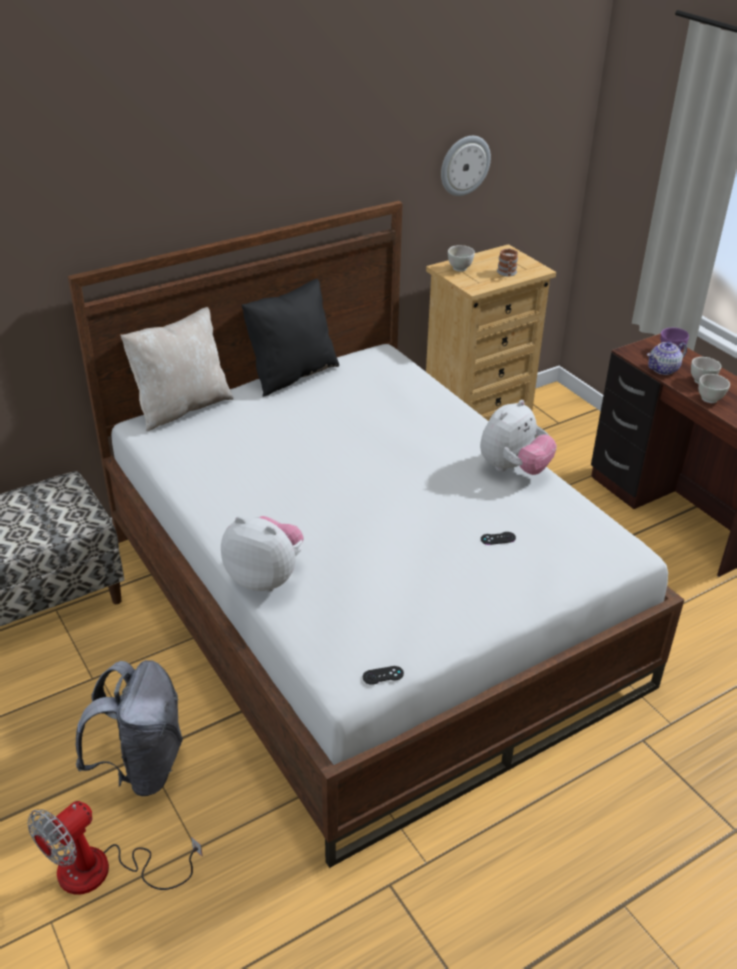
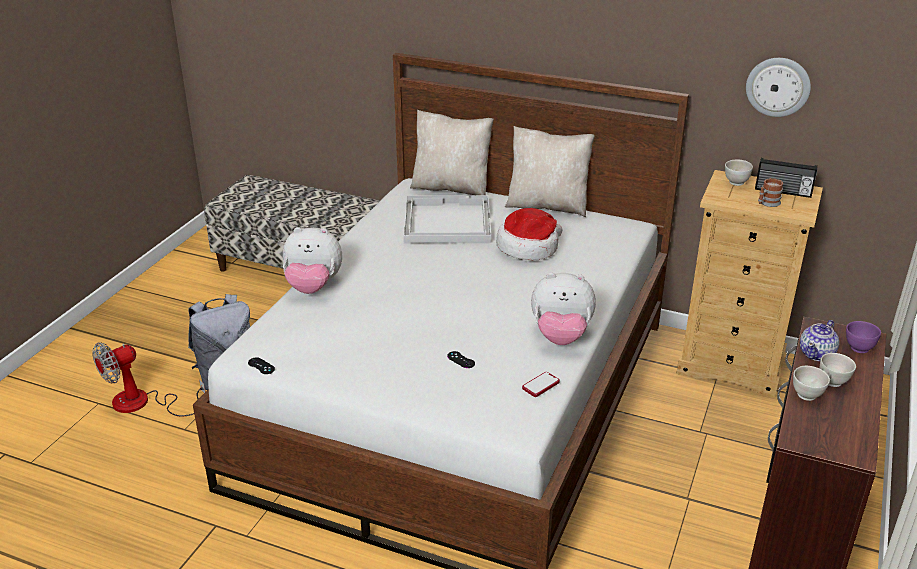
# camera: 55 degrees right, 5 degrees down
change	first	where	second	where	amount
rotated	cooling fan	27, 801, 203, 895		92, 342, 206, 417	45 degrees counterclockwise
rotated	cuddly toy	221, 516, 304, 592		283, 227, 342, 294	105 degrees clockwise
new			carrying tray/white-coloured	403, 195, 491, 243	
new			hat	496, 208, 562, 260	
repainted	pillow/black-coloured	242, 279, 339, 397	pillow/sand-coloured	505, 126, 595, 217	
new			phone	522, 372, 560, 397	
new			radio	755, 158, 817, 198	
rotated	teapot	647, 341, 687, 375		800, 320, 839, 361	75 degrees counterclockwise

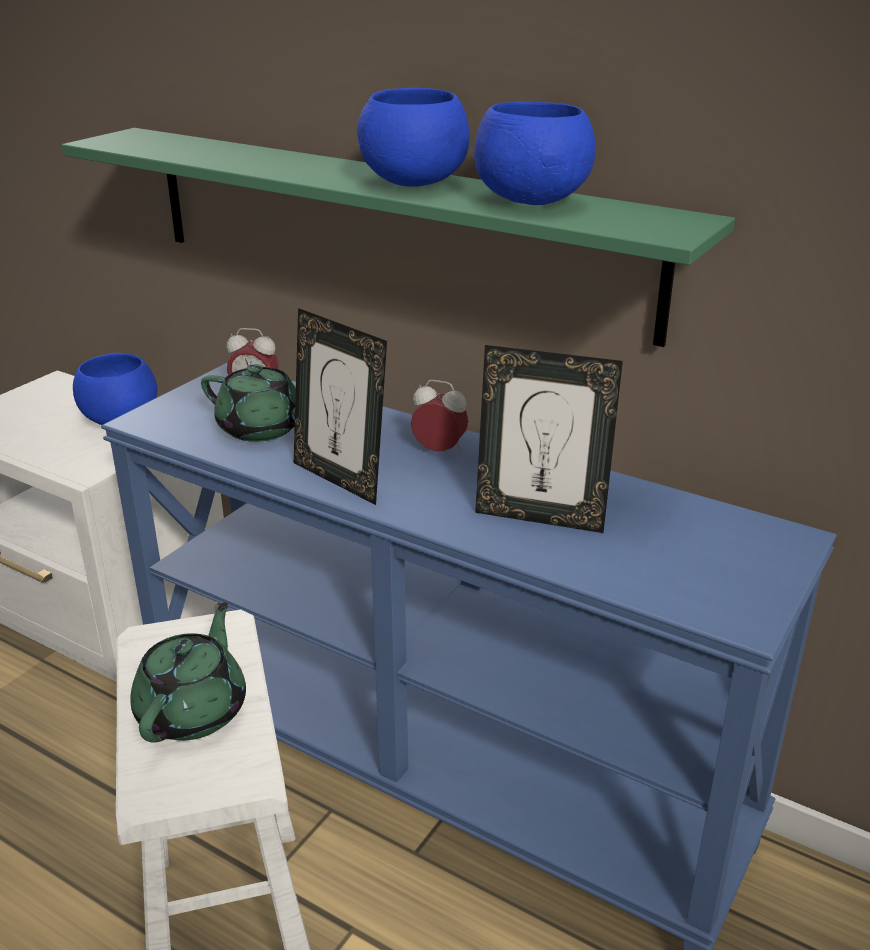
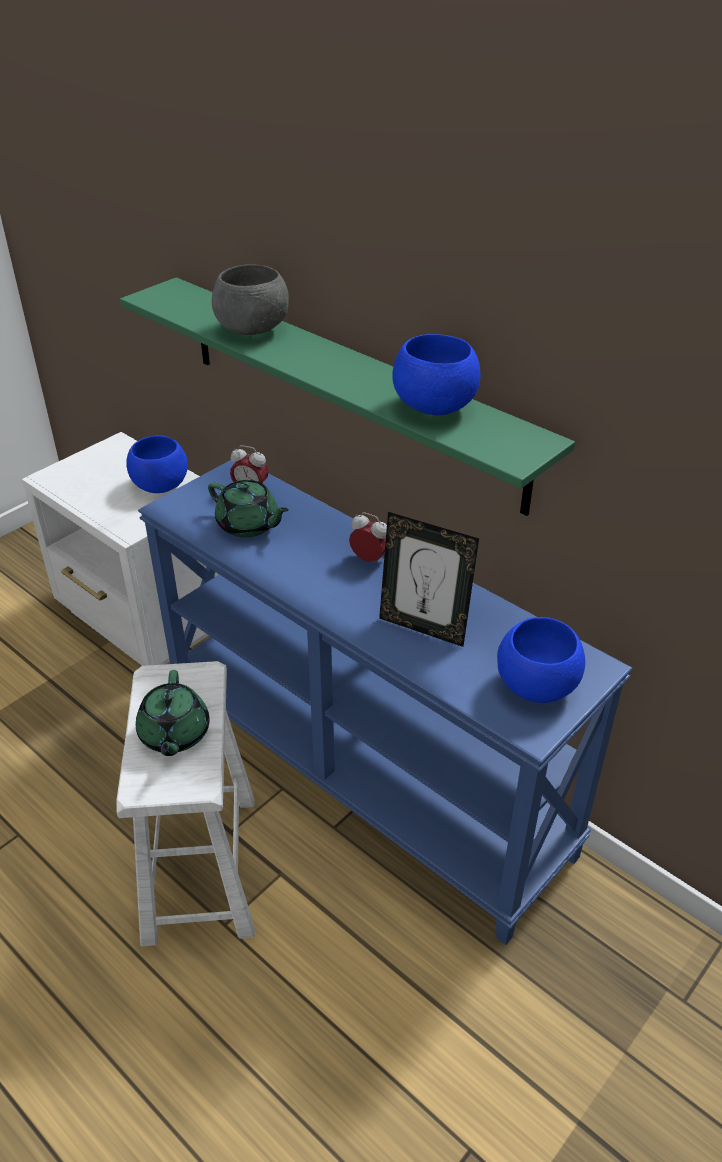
# camera: 10 degrees right, 10 degrees up
change	first	where	second	where	amount
rotated	teapot/green	130, 602, 246, 743		136, 670, 209, 756	150 degrees clockwise
new			serving bowl/gray	212, 264, 289, 335	
shifted	serving bowl/blue	357, 88, 470, 187		497, 617, 585, 703	
gone	photo frame	294, 308, 387, 505			

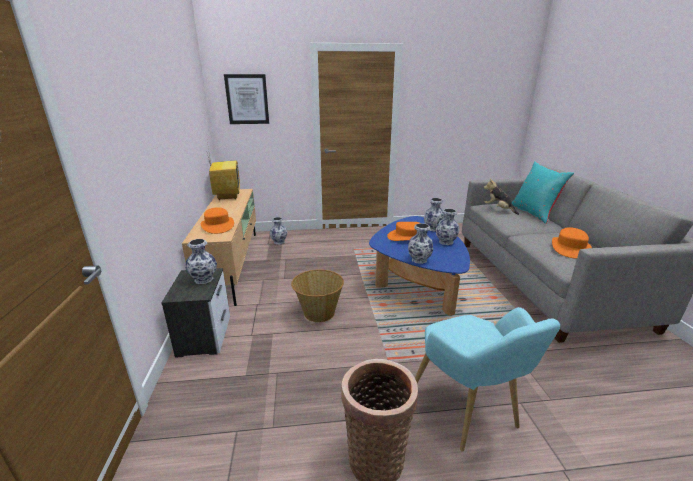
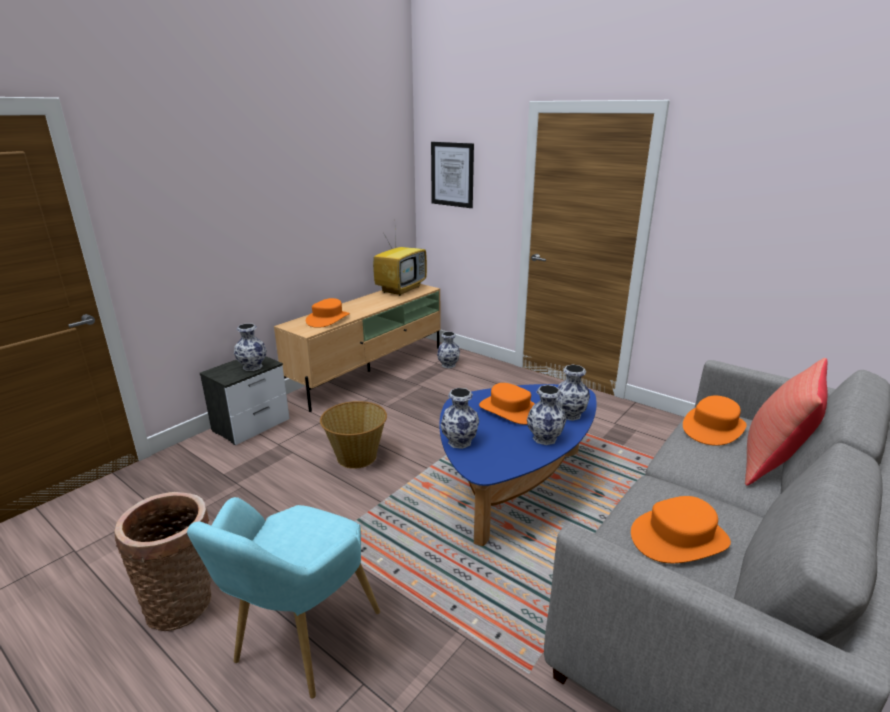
# camera: 45 degrees right, 0 degrees up
change	first	where	second	where	amount
swapped	cuddly toy	484, 179, 519, 215	hat/orange-coloured	683, 396, 747, 446	
repainted	pillow/turquoise-coloured	512, 161, 574, 224	pillow/red-coloured	745, 358, 828, 485	

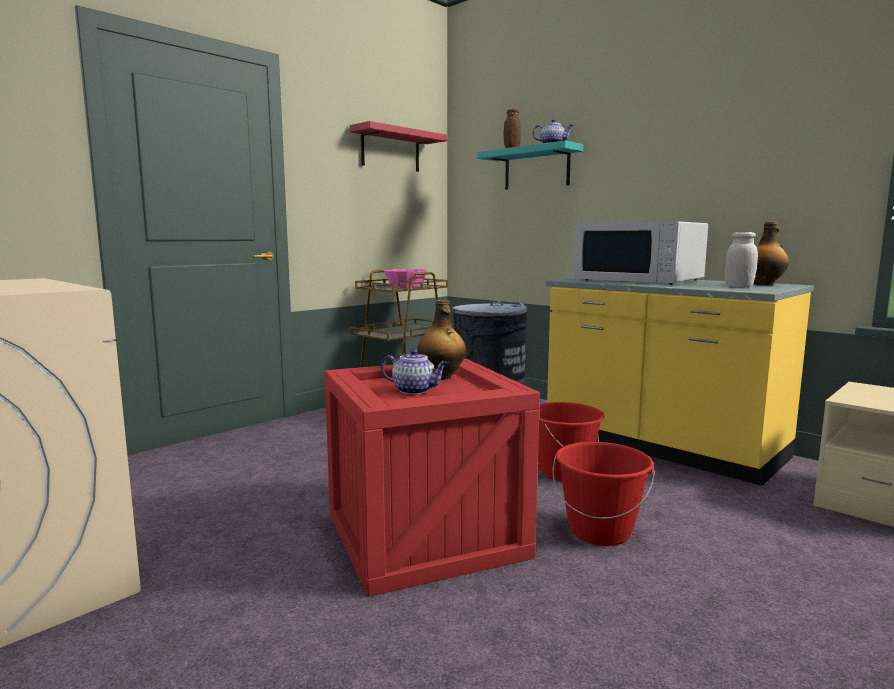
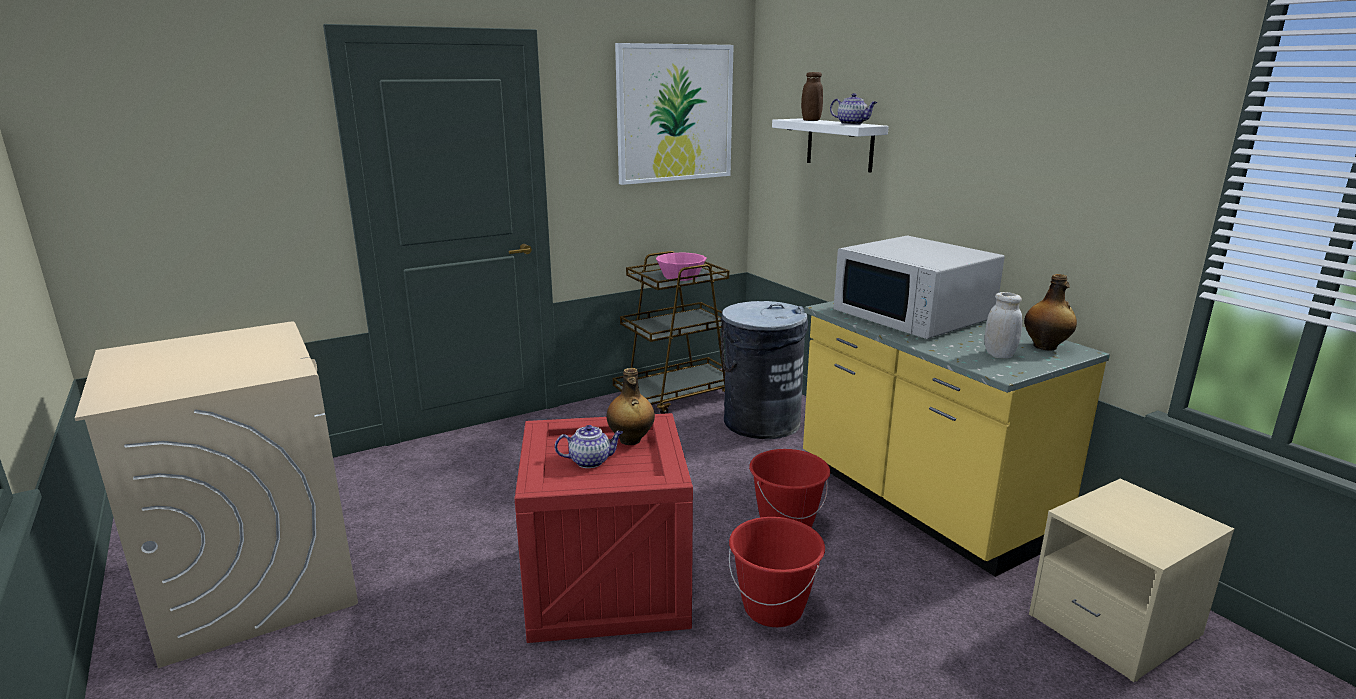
# camera: 15 degrees right, 10 degrees up
change	first	where	second	where	amount
rotated	teapot	381, 349, 448, 394		555, 425, 623, 468	45 degrees counterclockwise
swapped	bracket shelf/red-coloured	350, 121, 447, 172	wall art	615, 43, 734, 185	
repainted	bracket shelf/turquoise-coloured	477, 141, 583, 190	bracket shelf/white-coloured	772, 118, 889, 172	

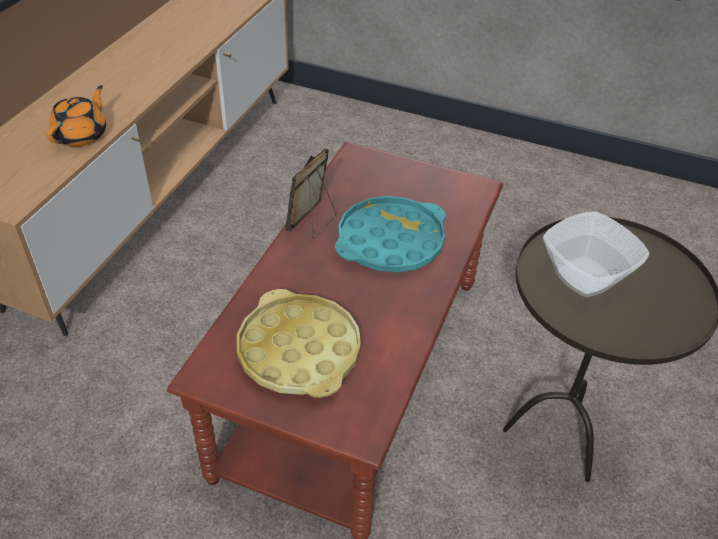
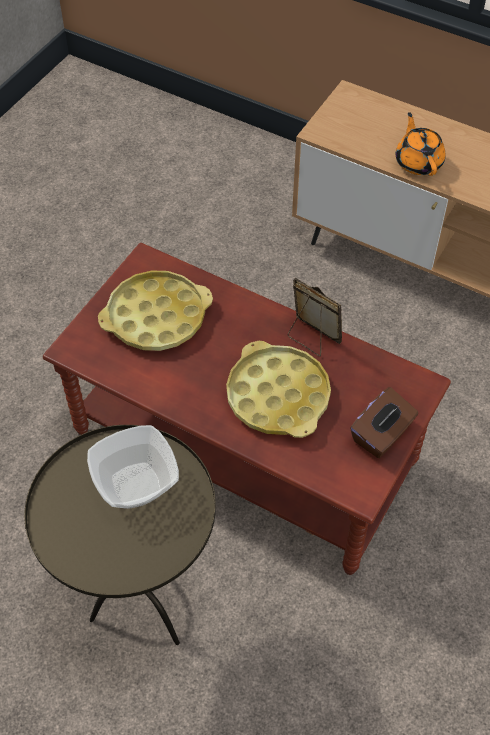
# camera: 100 degrees right, 10 degrees up
change	first	where	second	where	amount
repainted	carrying tray/turquoise-coloured	335, 196, 446, 273	carrying tray/yellow	226, 341, 331, 438	
new			tissue holder/brownish	350, 387, 418, 458	
rotated	teapot/orange-coloured	46, 85, 106, 147		396, 112, 446, 176	135 degrees counterclockwise

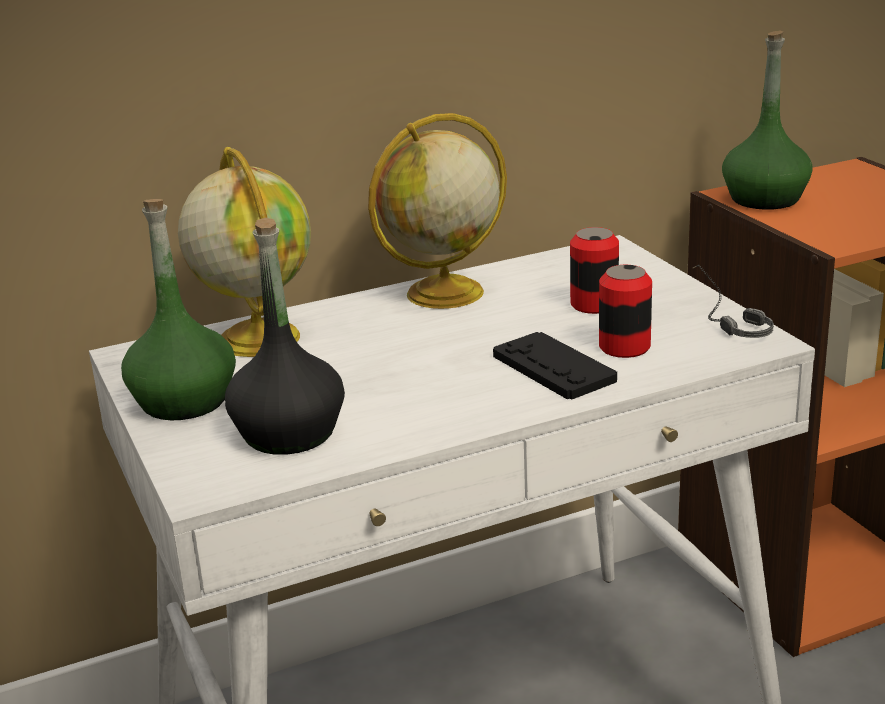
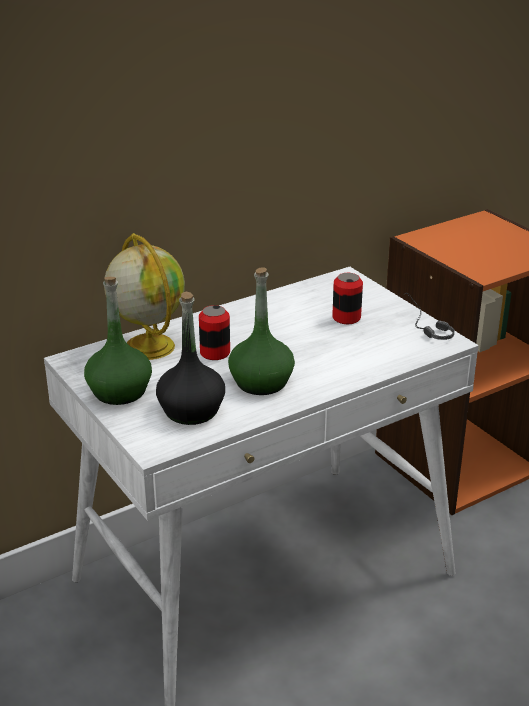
# camera: 10 degrees left, 5 degrees up
change	first	where	second	where	amount
shifted	can	599, 265, 652, 358		199, 305, 230, 360	
shifted	beverage bottle/green	722, 31, 813, 210		228, 267, 295, 395	
gone	globe	368, 113, 507, 309			
gone	game controller/black-coloured	493, 332, 617, 399			

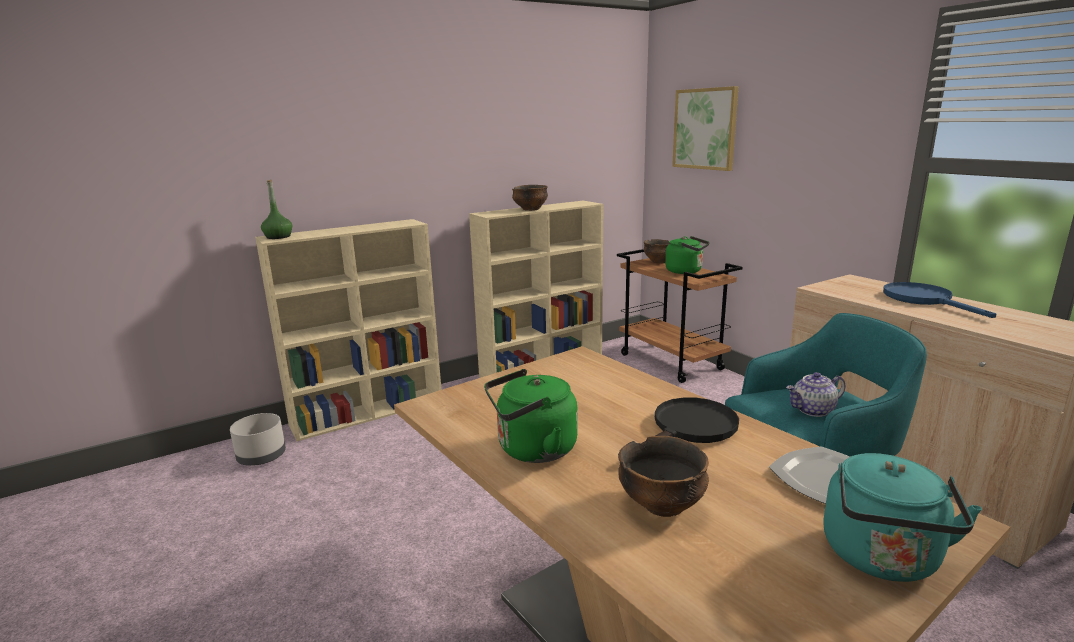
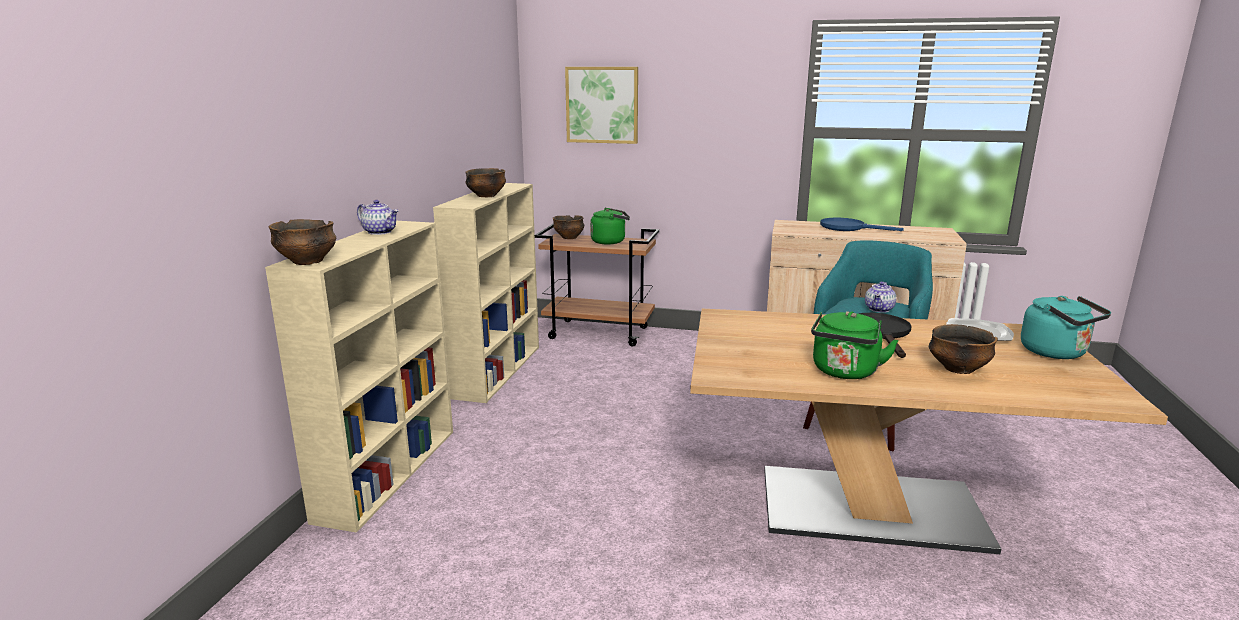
# camera: 45 degrees left, 0 degrees up
change	first	where	second	where	amount
swapped	beverage bottle/green	261, 180, 292, 239	serving bowl	268, 219, 336, 265	
new			teapot	357, 200, 399, 235	
gone	flower pot/gray	230, 413, 286, 466			

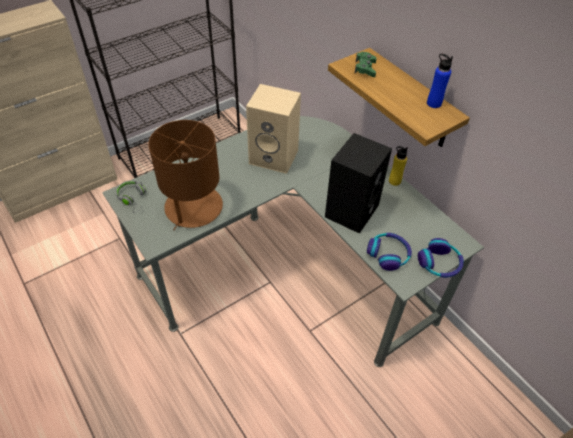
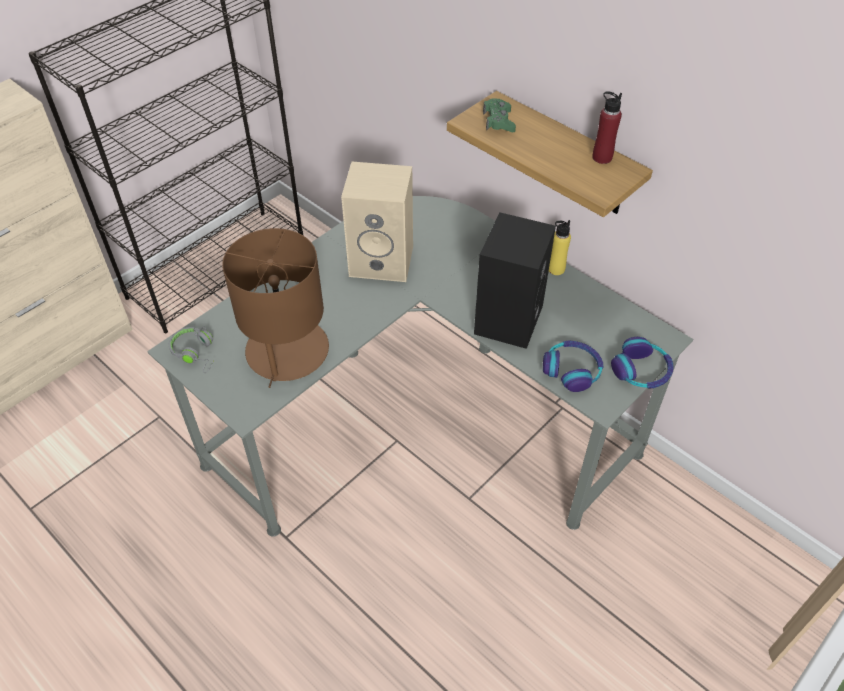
# camera: 10 degrees left, 0 degrees up
change	first	where	second	where	amount
repainted	beverage bottle/blue	427, 54, 453, 108	beverage bottle/red-coloured	592, 91, 622, 164	

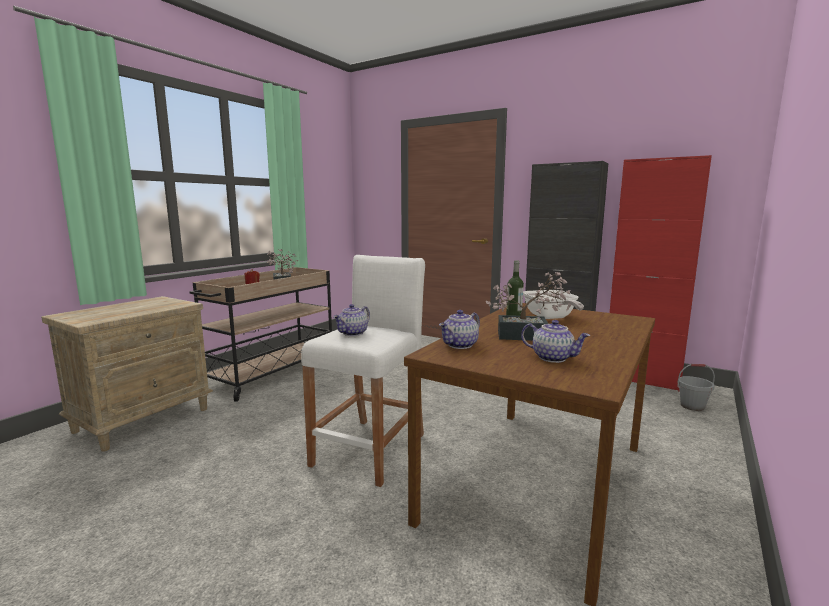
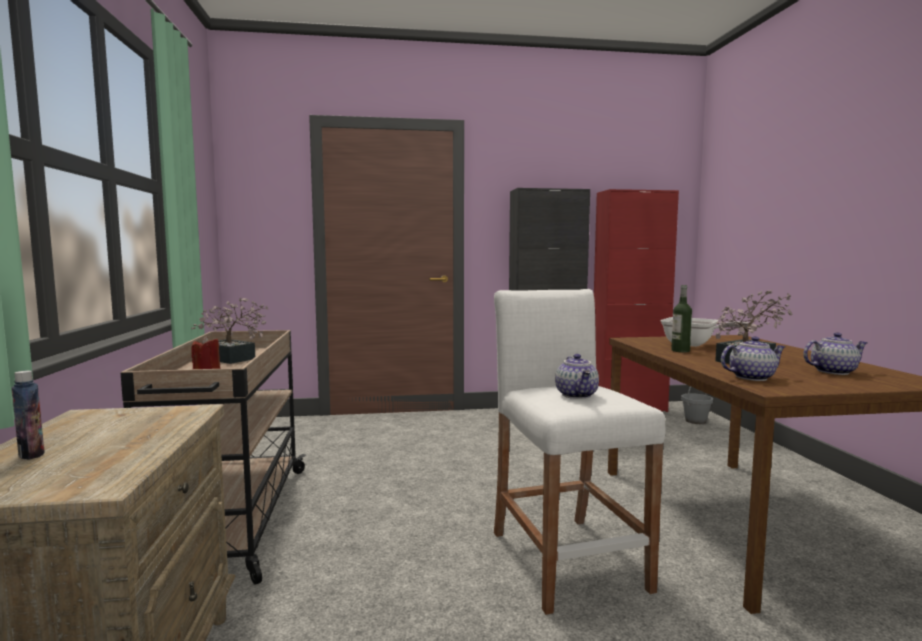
# camera: 40 degrees left, 5 degrees down
change	first	where	second	where	amount
new			beverage bottle	11, 370, 45, 460	
rotated	teapot	439, 310, 480, 349		721, 336, 786, 381	105 degrees counterclockwise

